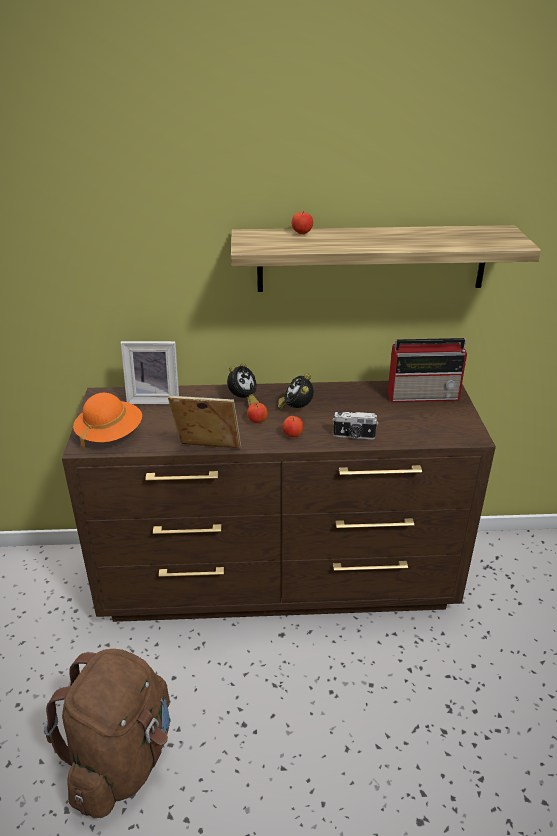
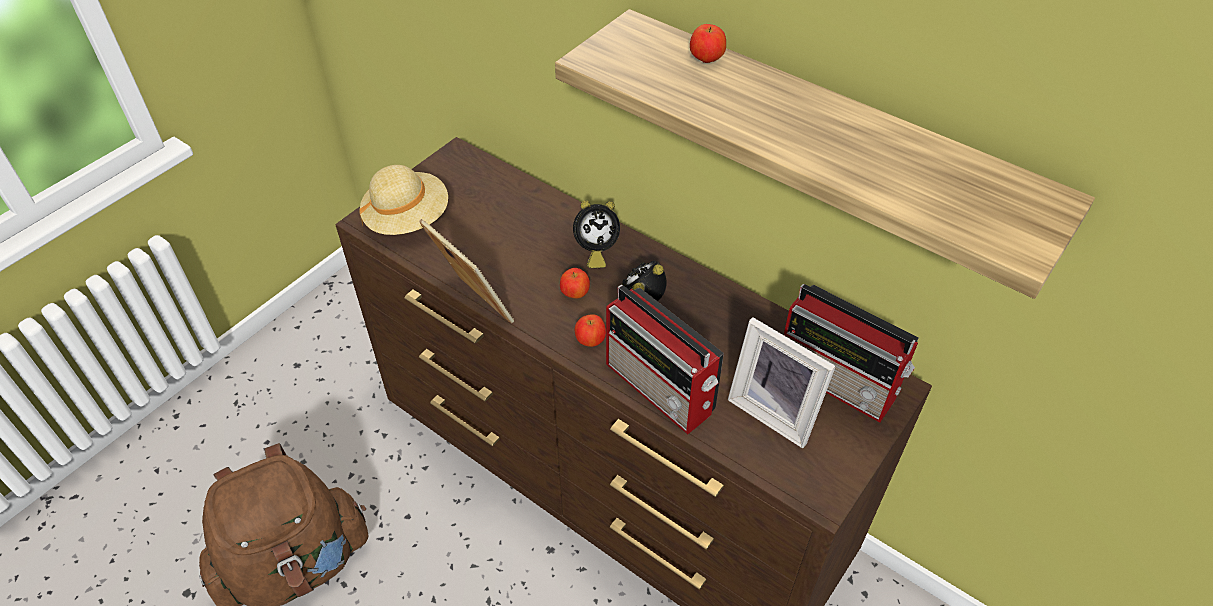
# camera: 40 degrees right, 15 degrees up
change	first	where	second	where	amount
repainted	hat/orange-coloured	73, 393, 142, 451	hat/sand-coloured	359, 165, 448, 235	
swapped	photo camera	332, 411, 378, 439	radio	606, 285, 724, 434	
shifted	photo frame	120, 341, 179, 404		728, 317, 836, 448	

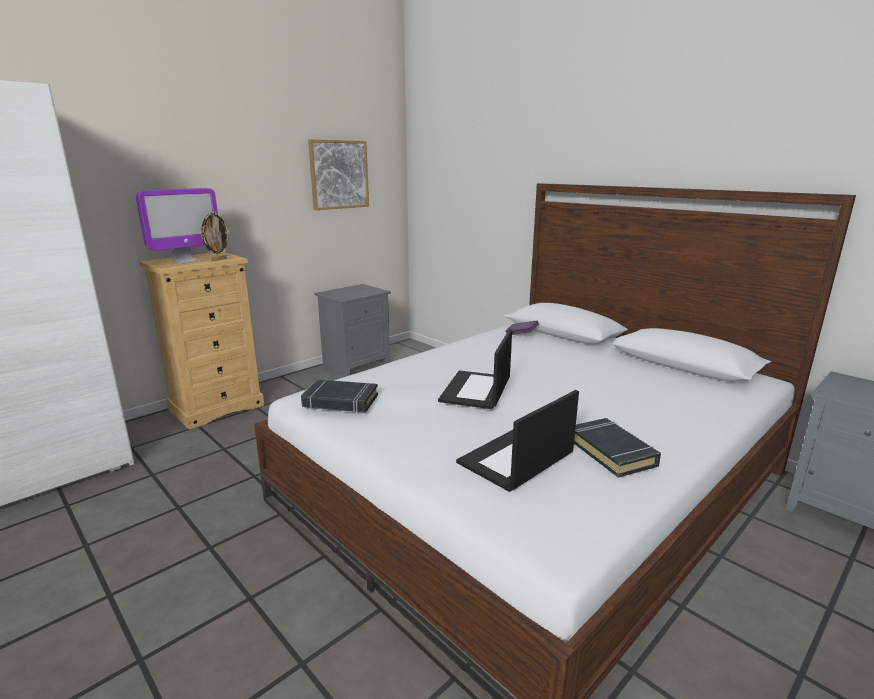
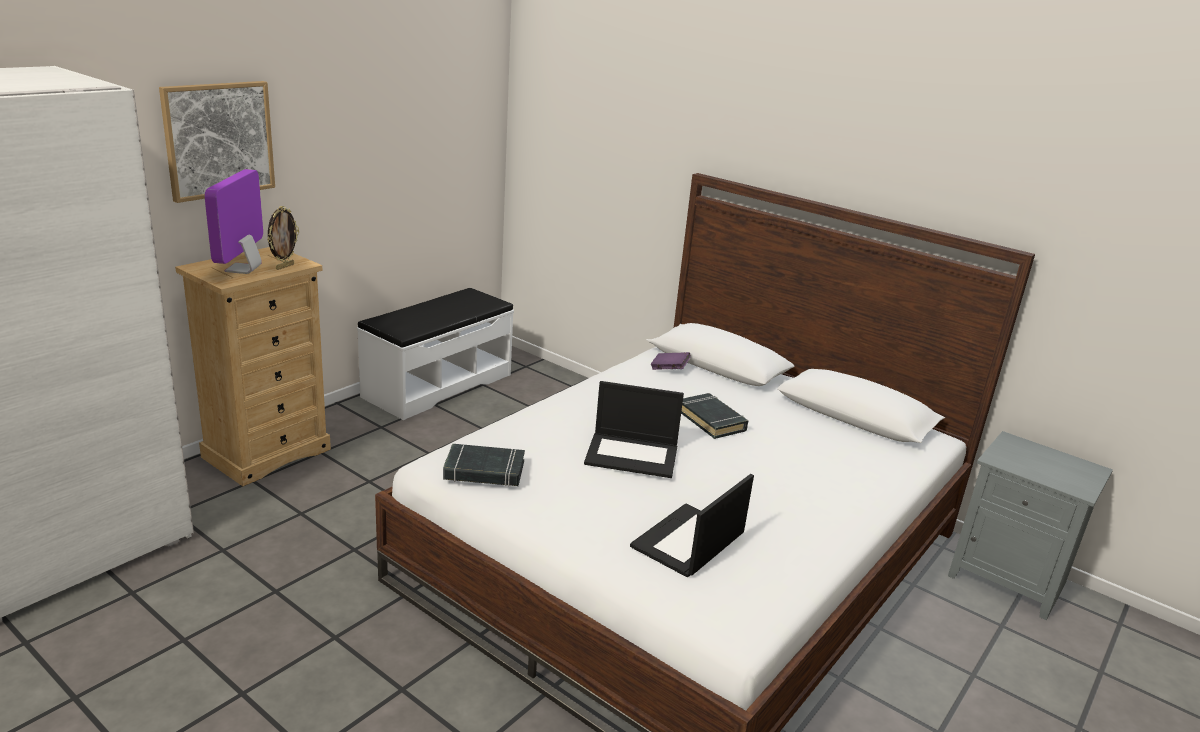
# camera: 10 degrees left, 5 degrees up
change	first	where	second	where	amount
shifted	wall art	308, 139, 369, 210		159, 81, 275, 203	
rotated	monitor	136, 188, 218, 264		205, 169, 263, 274	150 degrees clockwise
swapped	nightstand/gray	314, 284, 391, 377	indoor bench/white-coloured	357, 288, 514, 420	
rotated	notebook computer	438, 329, 512, 409		584, 381, 684, 478	90 degrees counterclockwise
shifted	book/black-coloured	574, 418, 661, 478		681, 393, 748, 439	

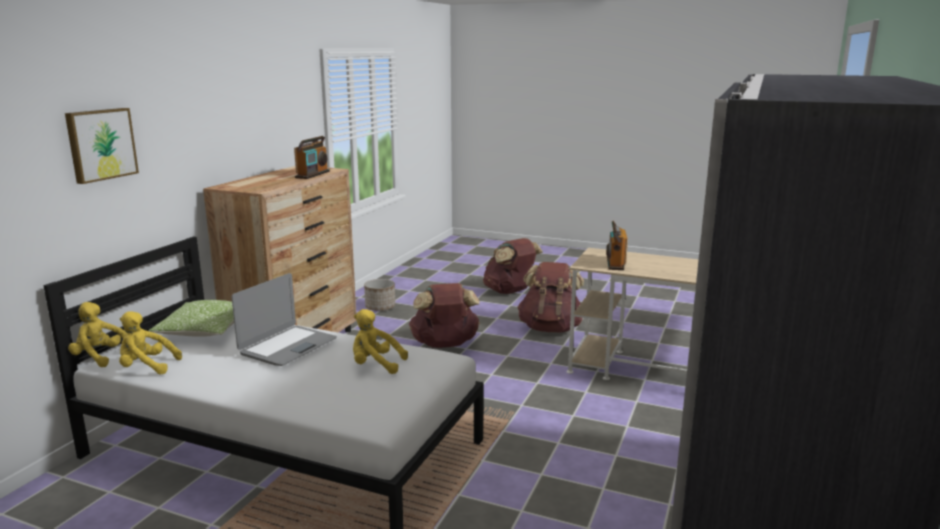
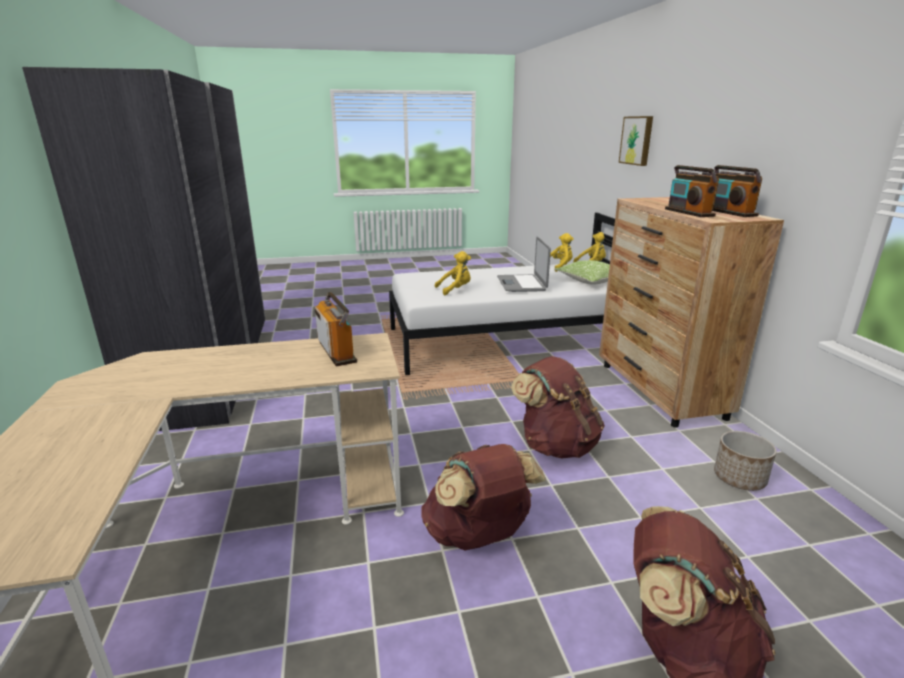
# camera: 145 degrees right, 5 degrees up
change	first	where	second	where	amount
new			radio	712, 165, 762, 217	

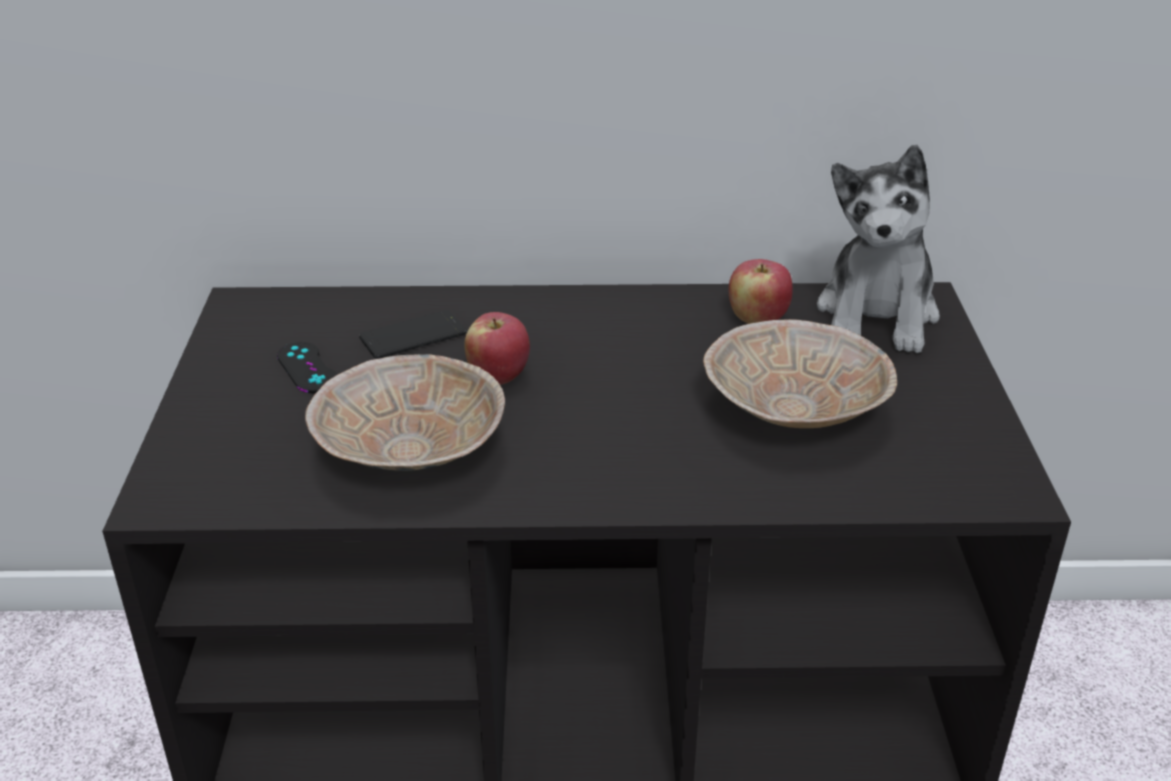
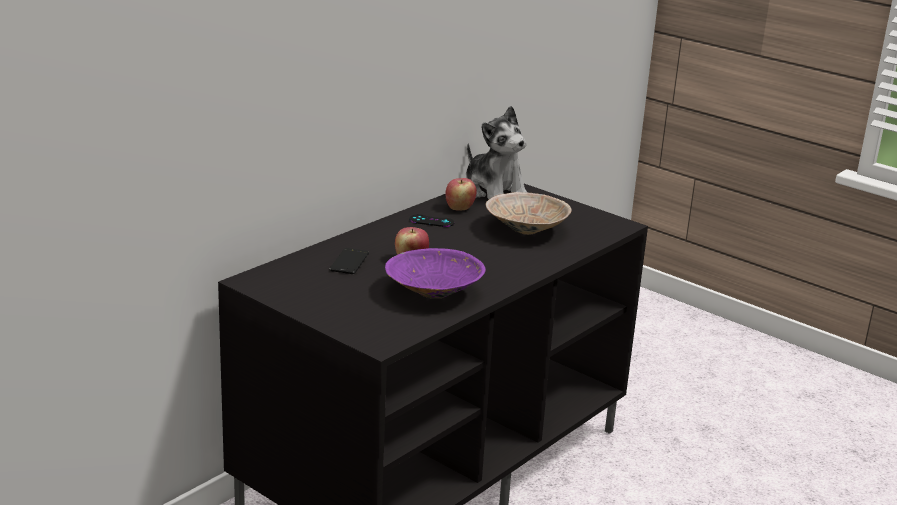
# camera: 50 degrees left, 10 degrees down
change	first	where	second	where	amount
repainted	serving bowl/sand-coloured	305, 354, 505, 471	serving bowl/purple	385, 248, 486, 299	
shifted	game controller/black-coloured	277, 342, 337, 393		409, 214, 454, 227	

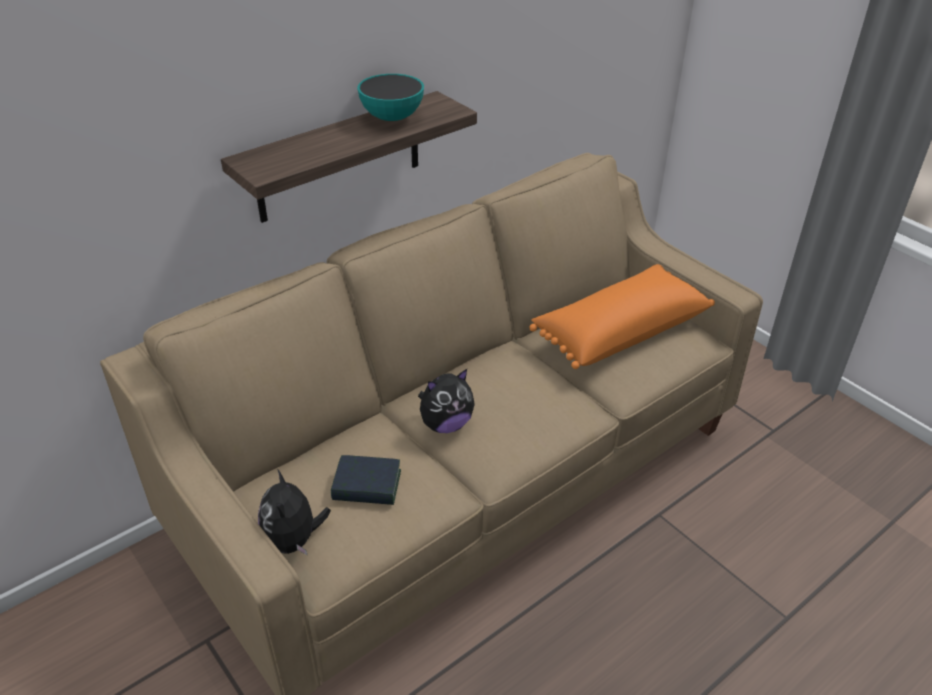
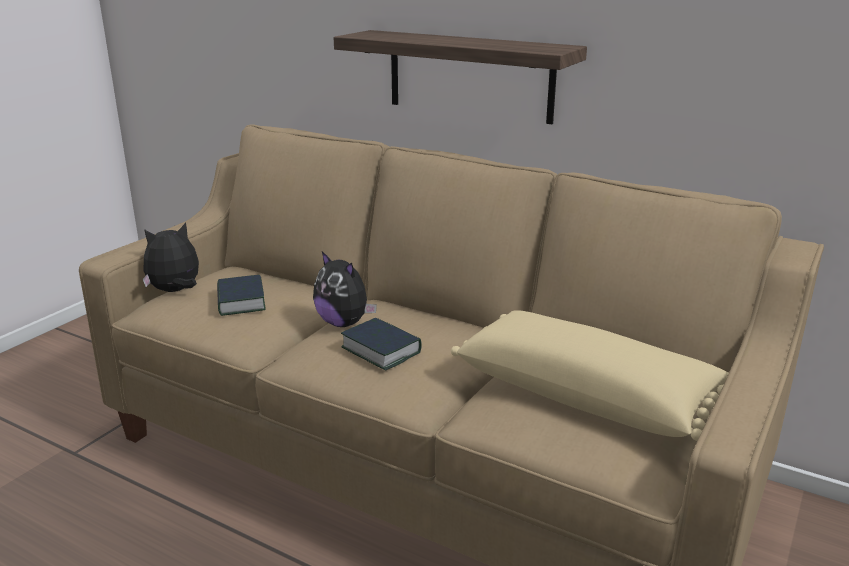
# camera: 70 degrees right, 15 degrees down
change	first	where	second	where	amount
new			book	341, 318, 422, 371	
repainted	pillow/orange-coloured	529, 264, 715, 369	pillow/sand-coloured	451, 310, 729, 441	
gone	serving bowl	357, 74, 424, 121			

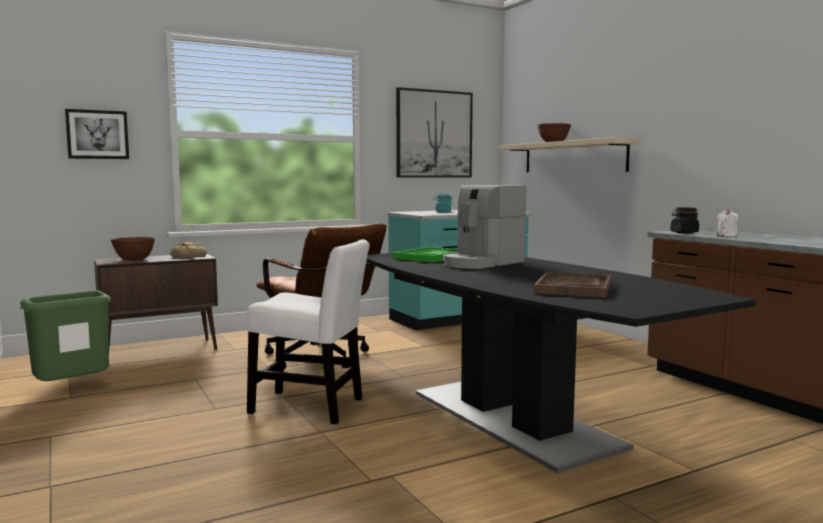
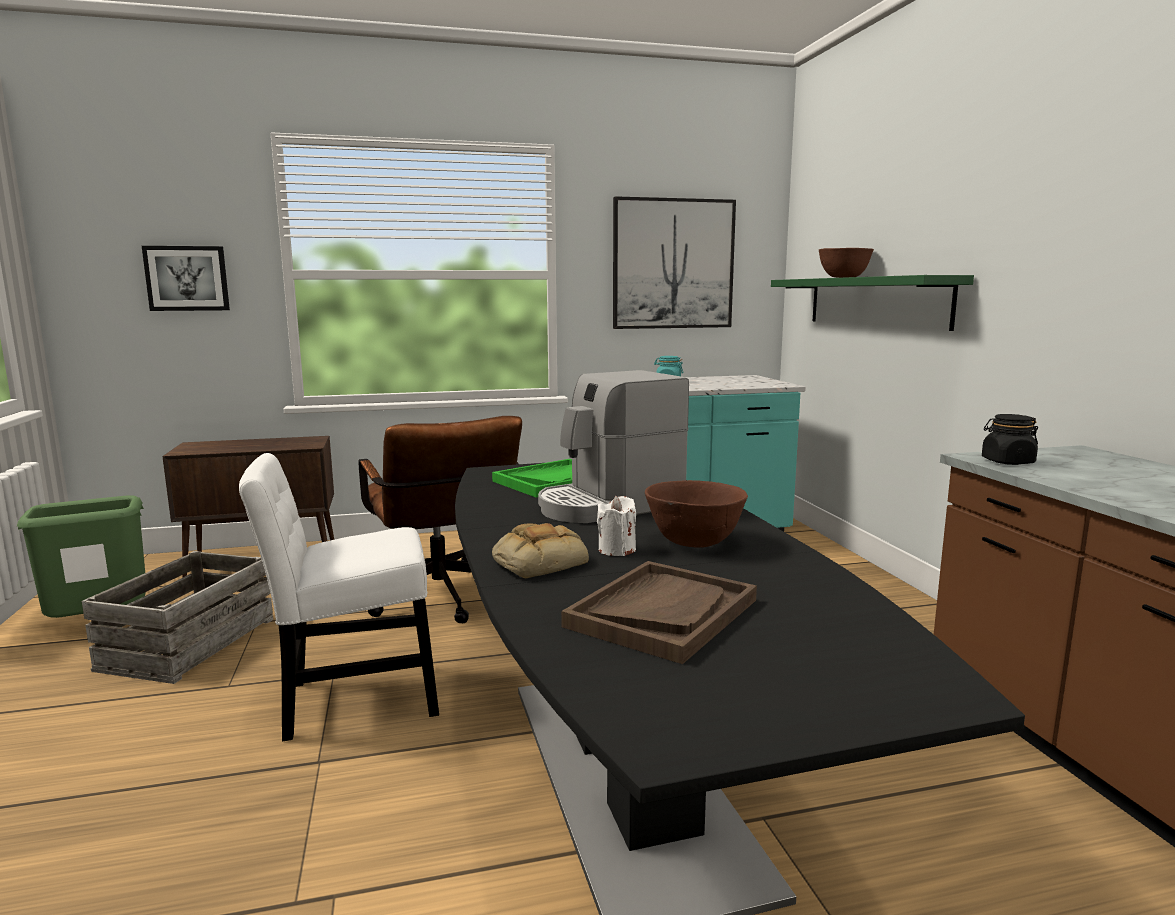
# camera: 15 degrees right, 5 degrees up
change	first	where	second	where	amount
new			crate	82, 551, 273, 684	
rotated	plain chair/white-coloured	247, 239, 369, 424		239, 453, 439, 741	135 degrees clockwise
shifted	bread	170, 242, 207, 258		492, 523, 589, 578	
shifted	wax light/white-coloured	717, 209, 738, 237		597, 496, 636, 556	
shifted	serving bowl/brownish	111, 237, 155, 260		645, 480, 748, 548	
repainted	bracket shelf/sand-coloured	500, 137, 639, 172	bracket shelf/green	771, 275, 974, 331	

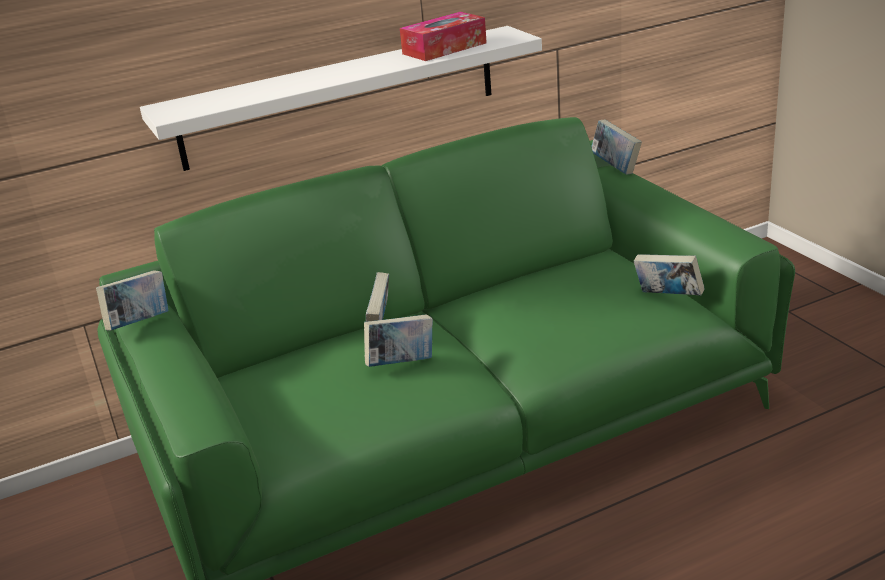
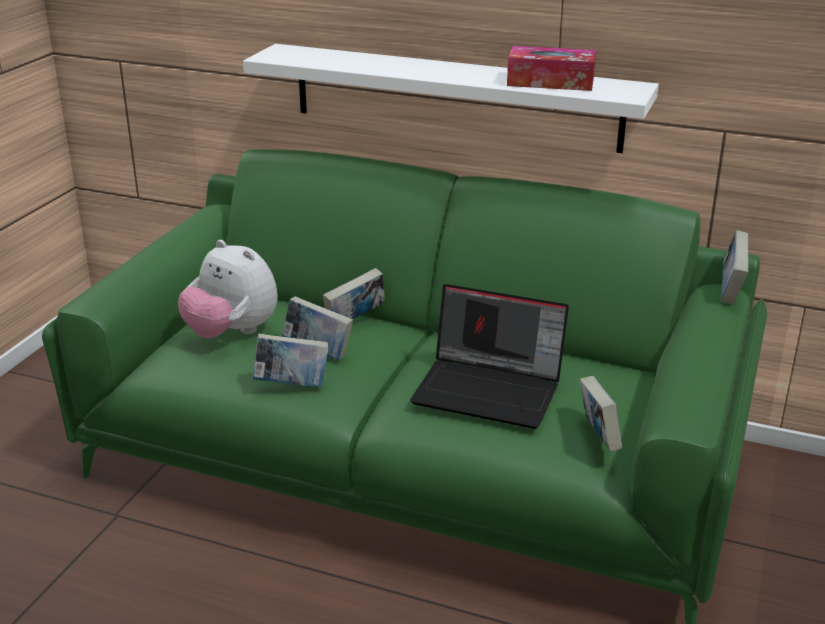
# camera: 45 degrees right, 0 degrees up
change	first	where	second	where	amount
new			cuddly toy	178, 240, 278, 339	
shifted	book	96, 271, 168, 331		252, 334, 329, 387	
new			notebook computer	410, 284, 569, 429	

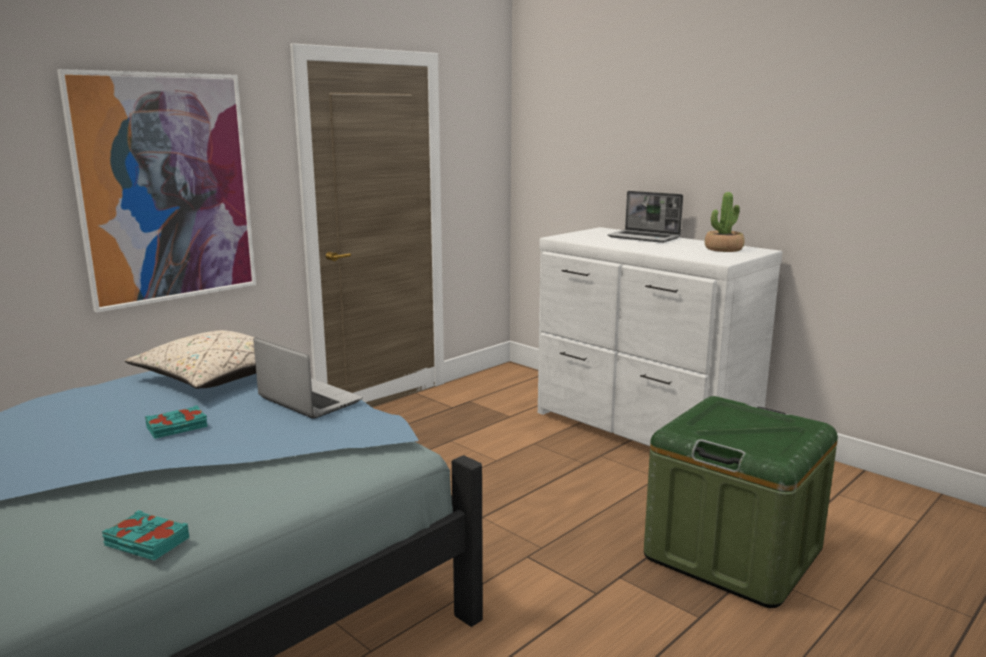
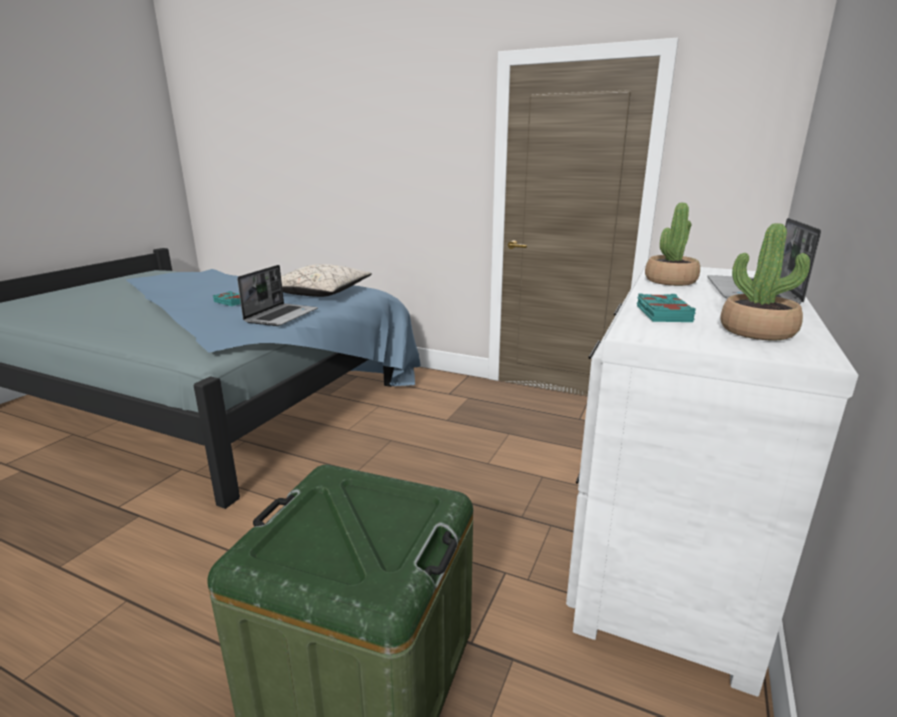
# camera: 70 degrees right, 5 degrees up
change	first	where	second	where	amount
shifted	book/turquoise-coloured	102, 510, 189, 561		637, 294, 695, 322	
new			plant in a pot	645, 203, 700, 286	
gone	wall art	57, 69, 256, 313			

